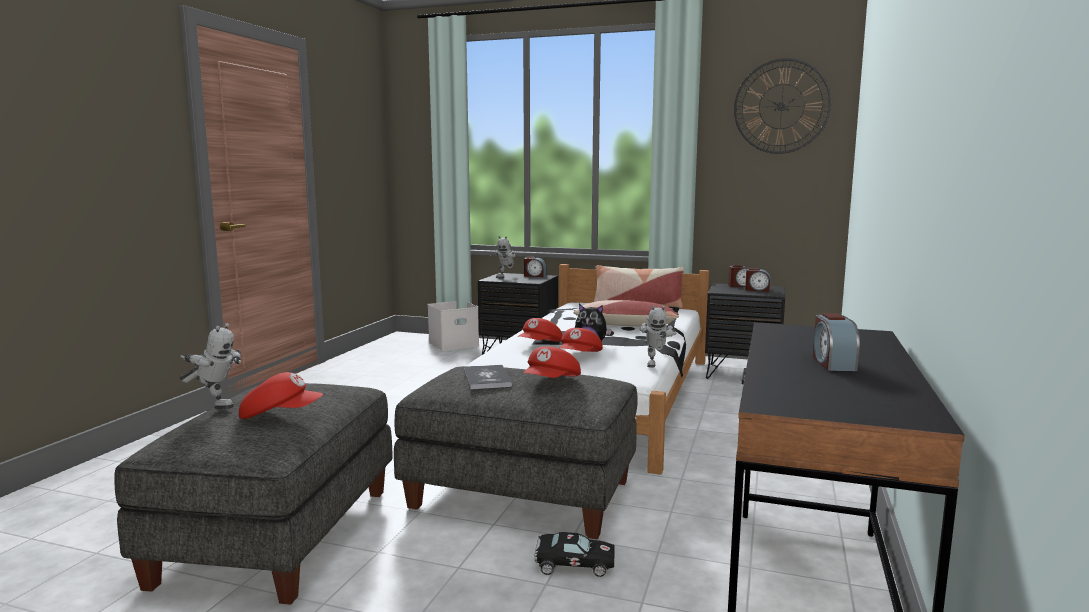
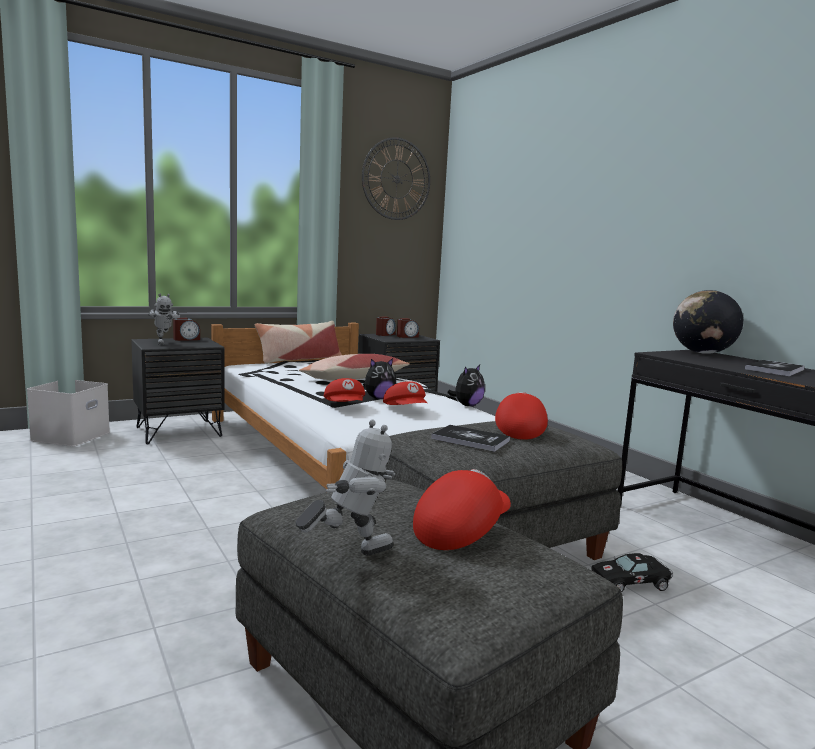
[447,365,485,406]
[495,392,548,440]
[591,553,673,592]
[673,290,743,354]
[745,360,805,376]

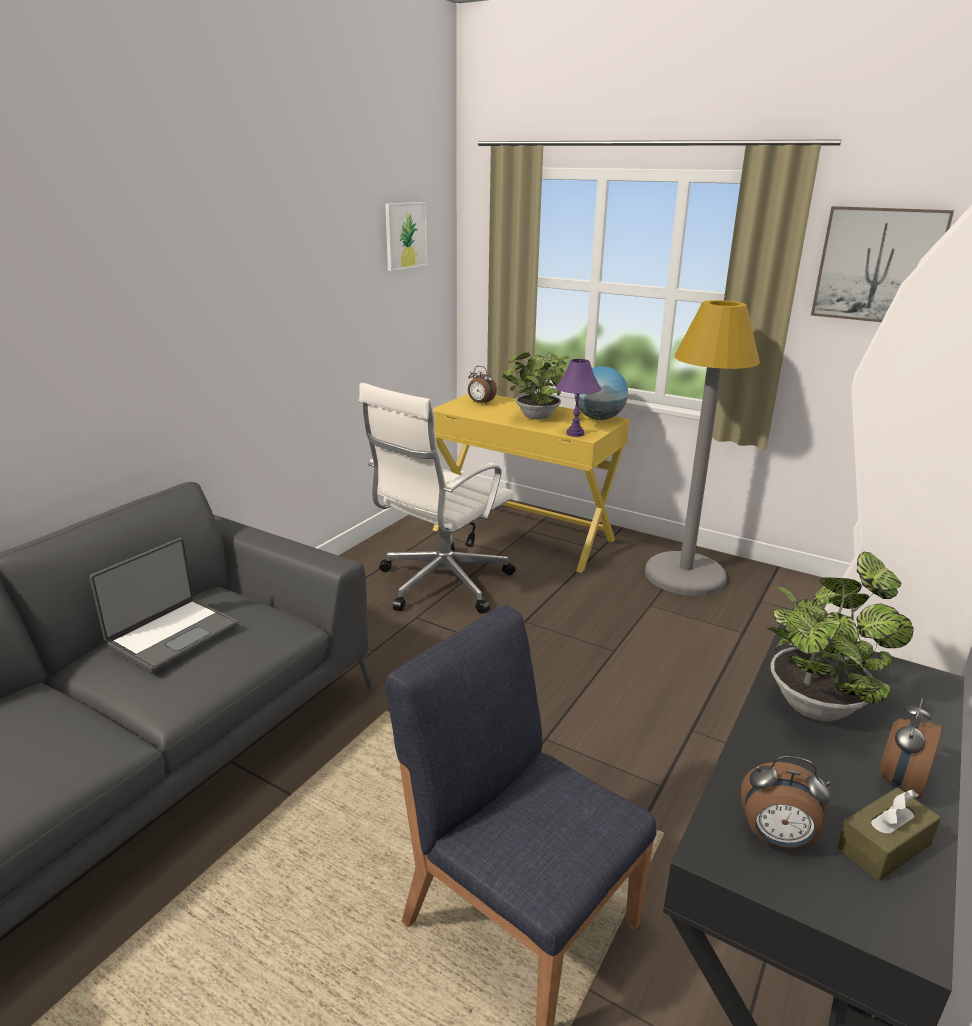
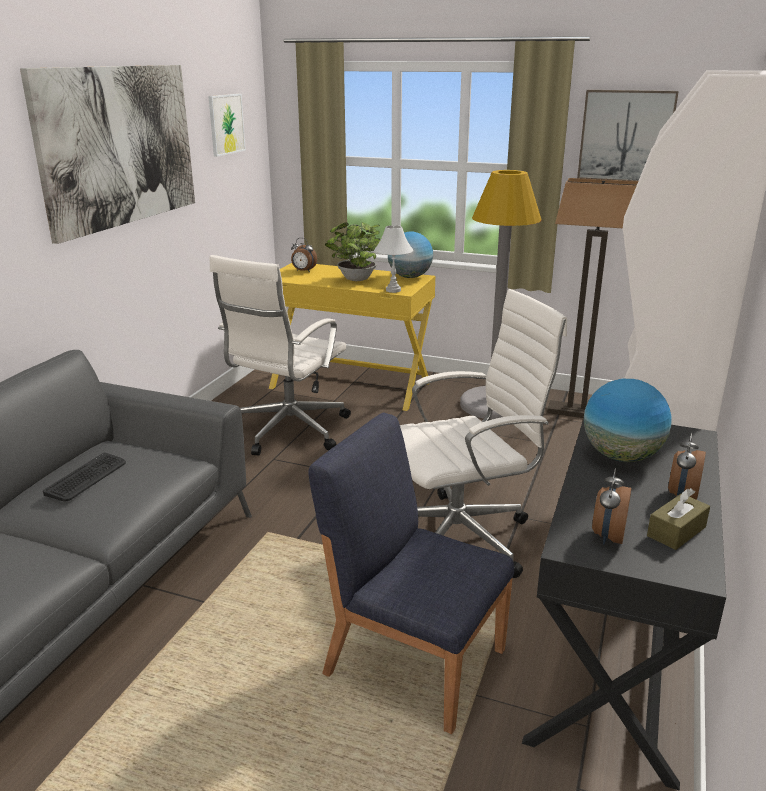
[20,65,195,244]
[43,453,126,502]
[374,225,413,293]
[400,289,567,578]
[547,178,638,418]
[584,379,671,462]
[592,468,631,544]

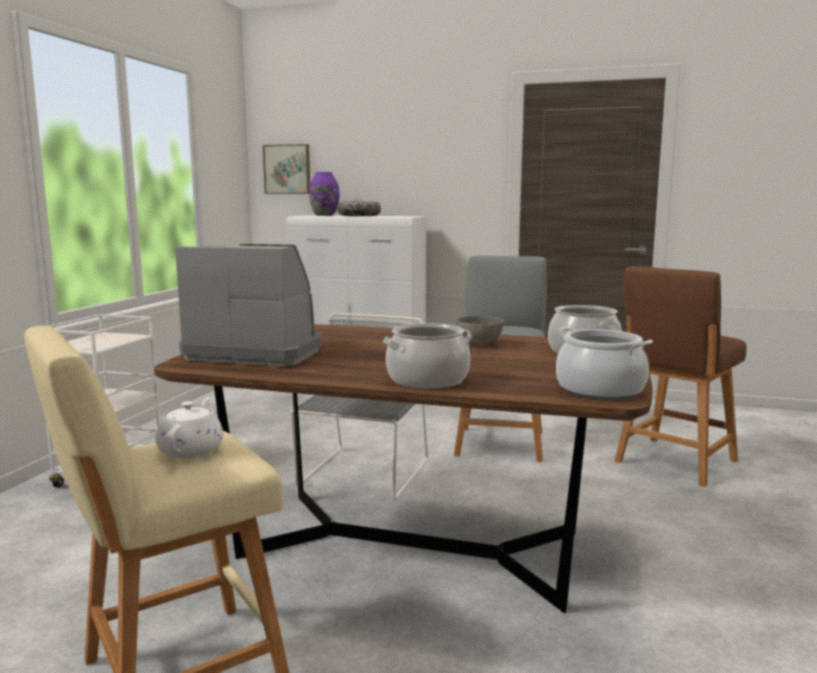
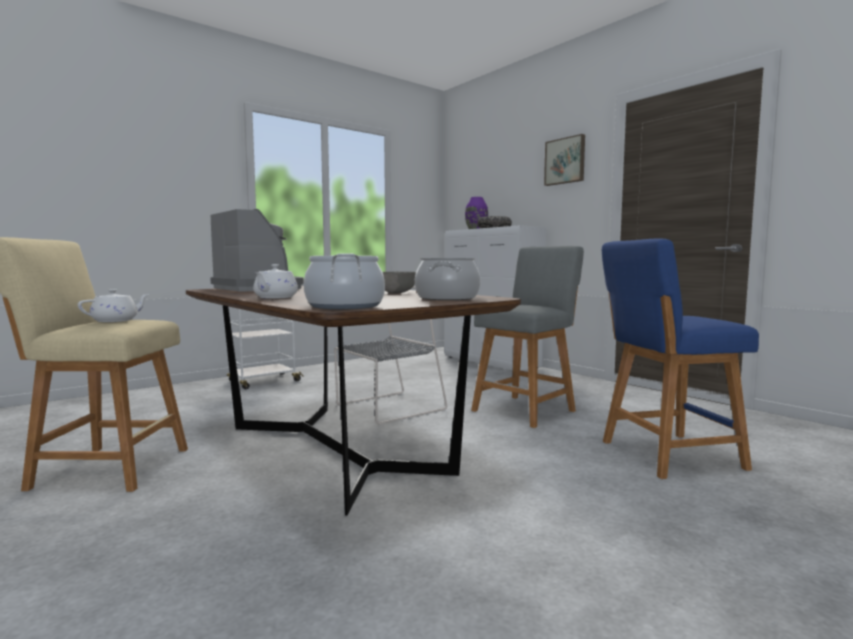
[253,264,298,299]
[544,134,585,186]
[602,238,759,479]

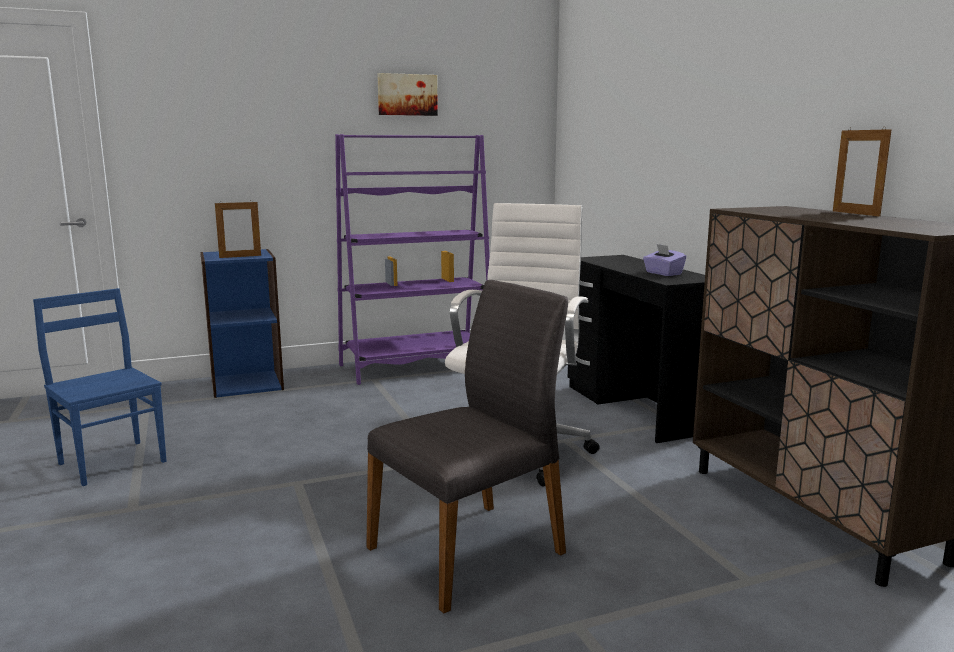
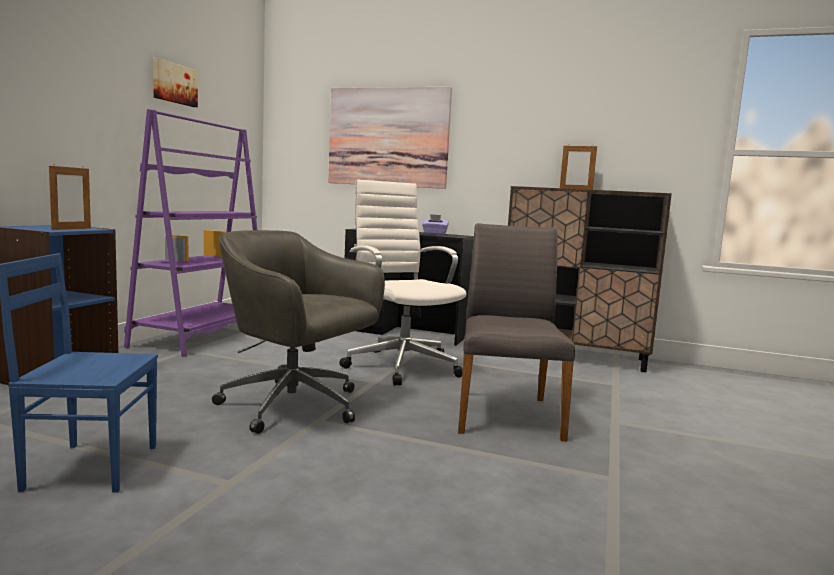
[212,230,385,434]
[328,87,452,189]

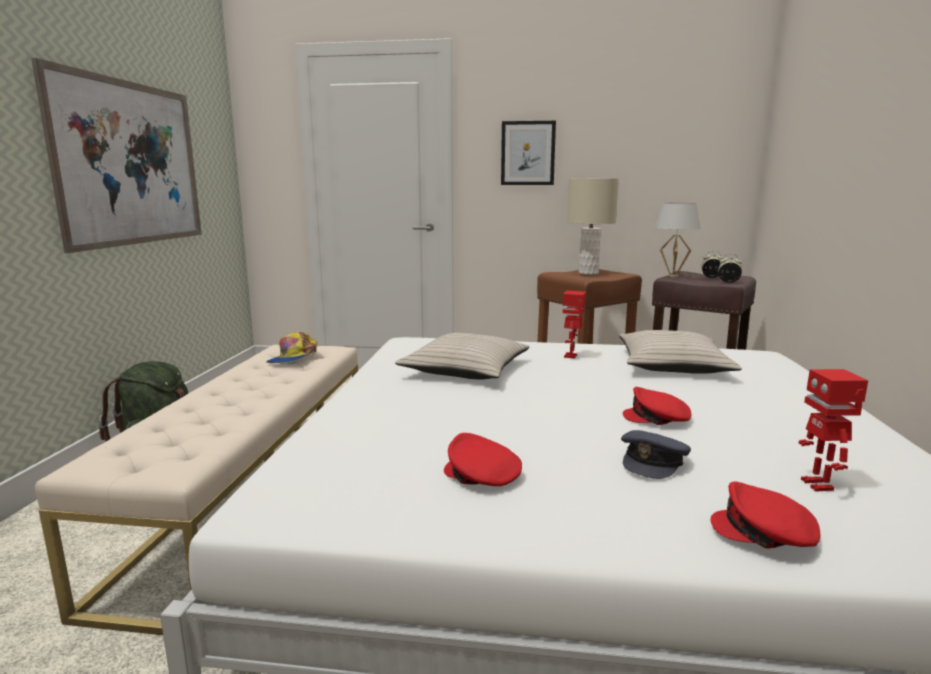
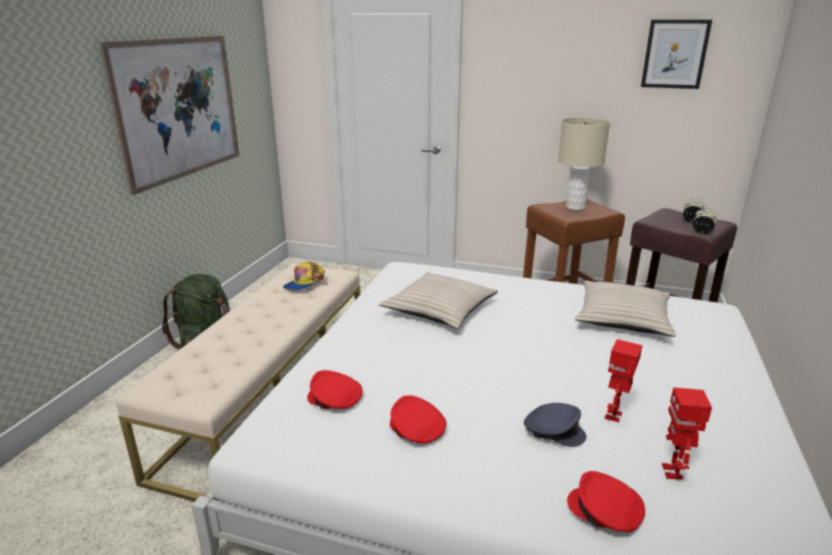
[307,370,363,409]
[524,403,586,447]
[605,339,642,422]
[641,20,712,89]
[655,203,701,277] (first image)

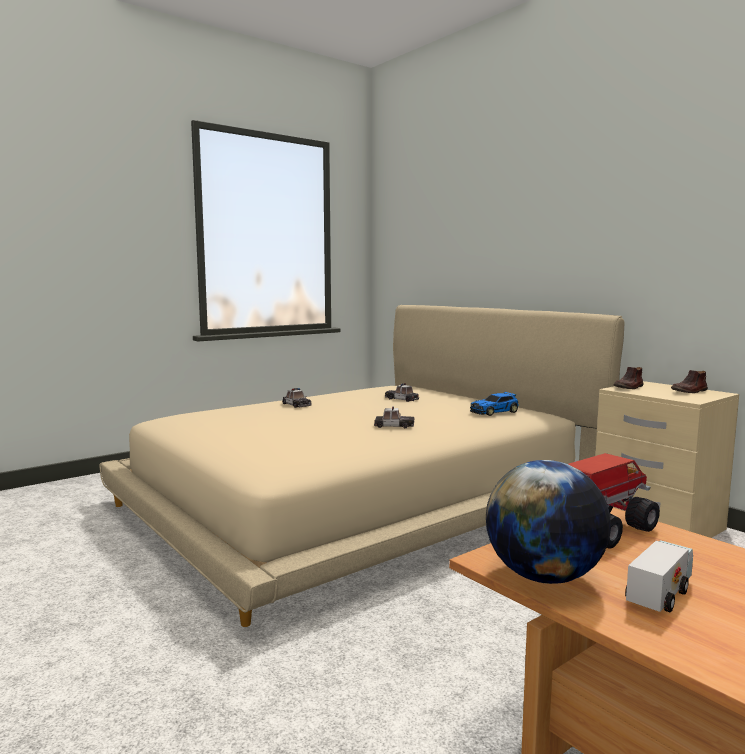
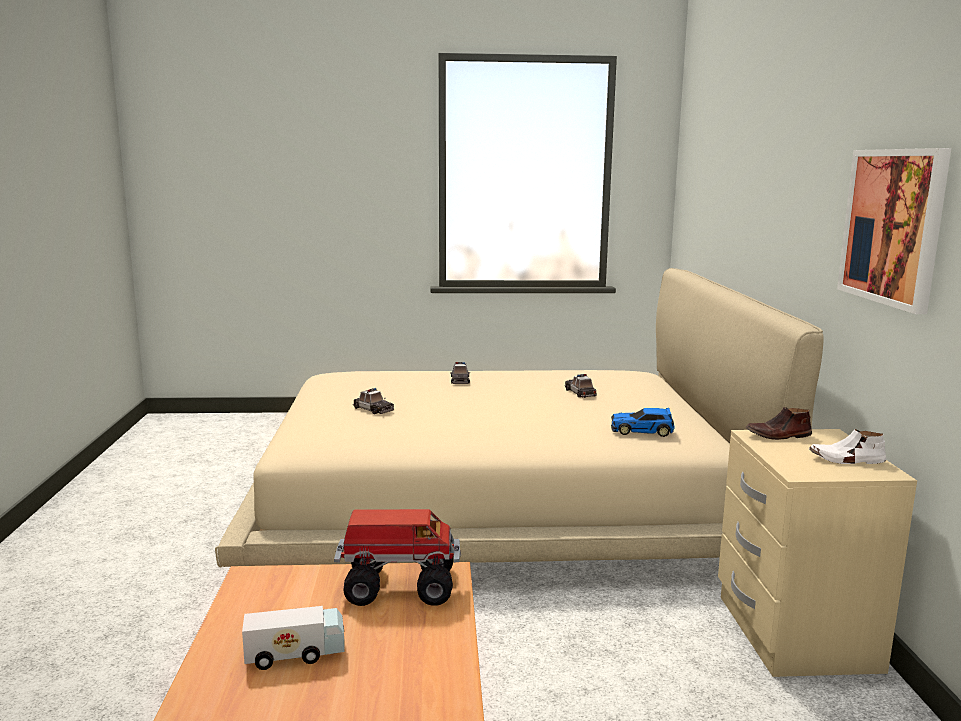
[353,388,394,414]
[809,429,886,464]
[837,148,951,314]
[486,460,611,584] (first image)

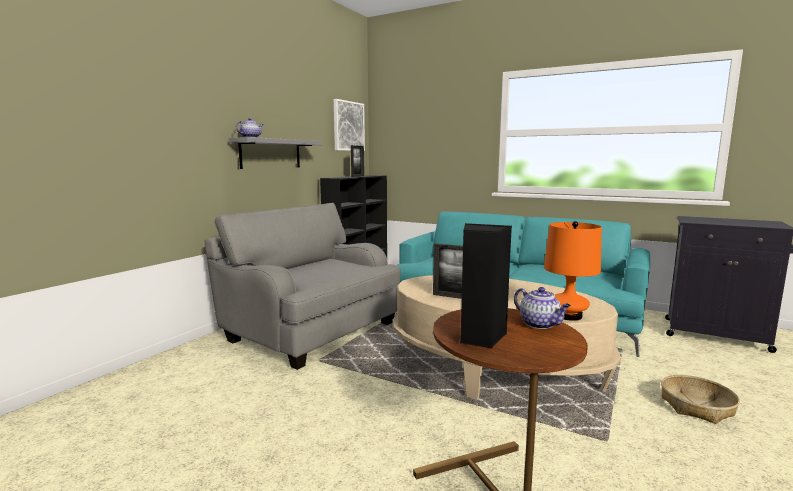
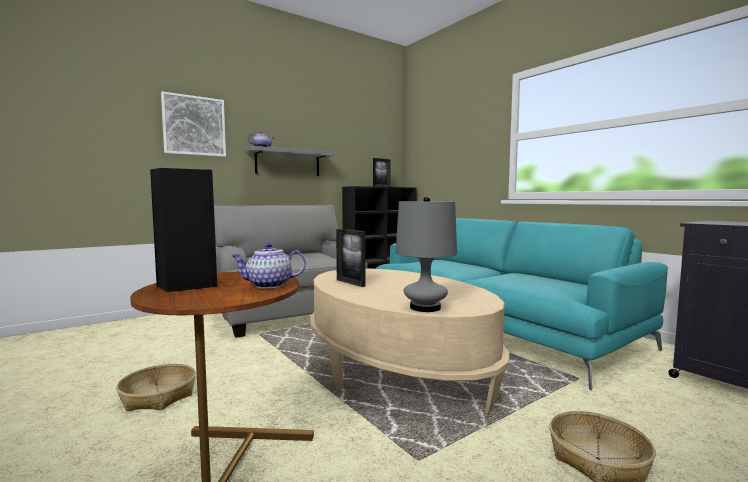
[116,364,196,411]
[161,91,226,157]
[231,243,306,288]
[395,197,457,312]

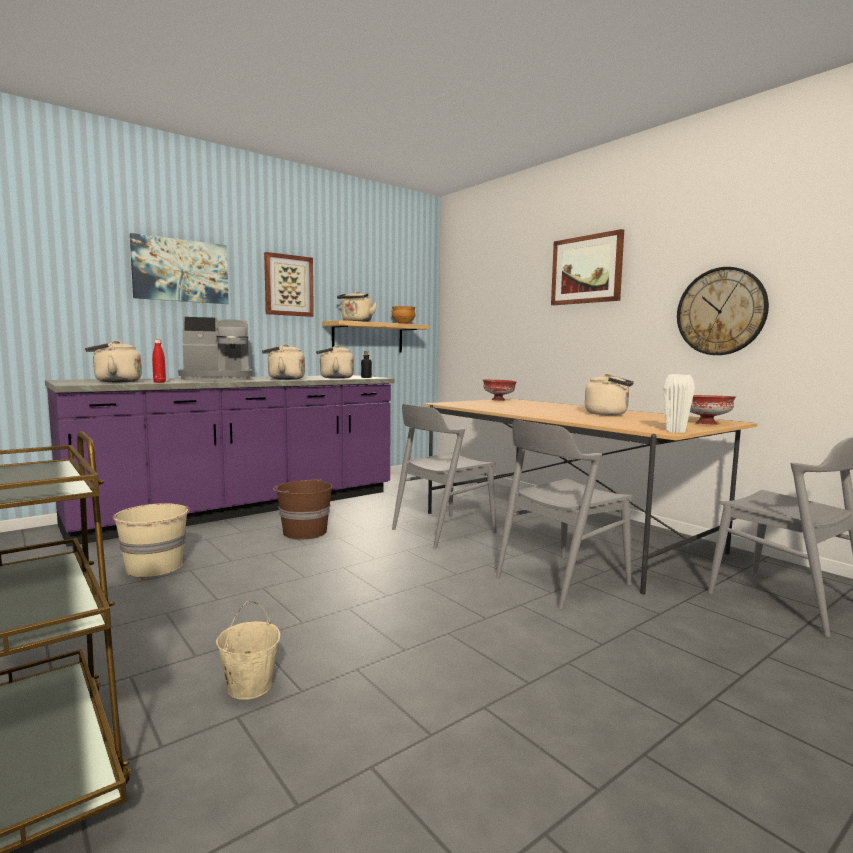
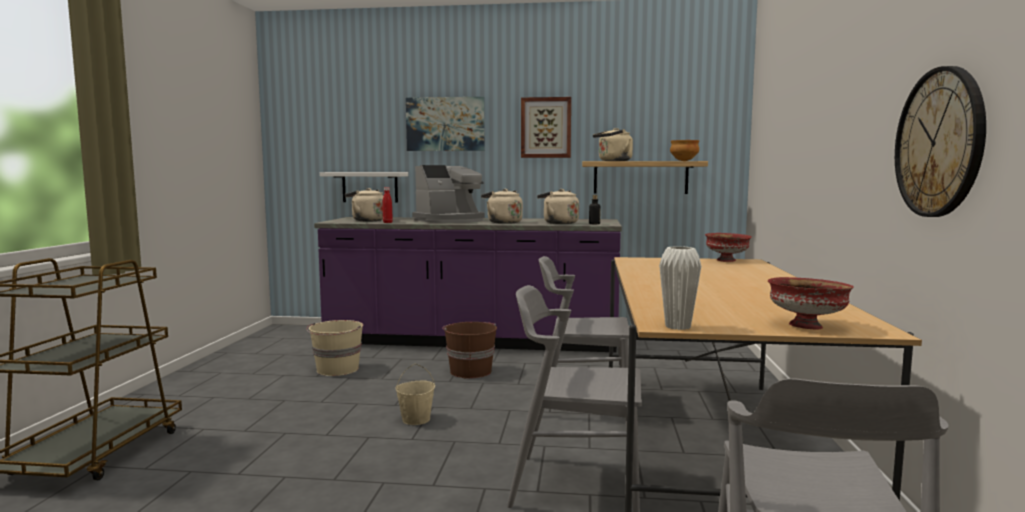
[320,172,408,203]
[396,364,435,425]
[412,165,484,223]
[551,229,624,305] (first image)
[585,373,634,415] (first image)

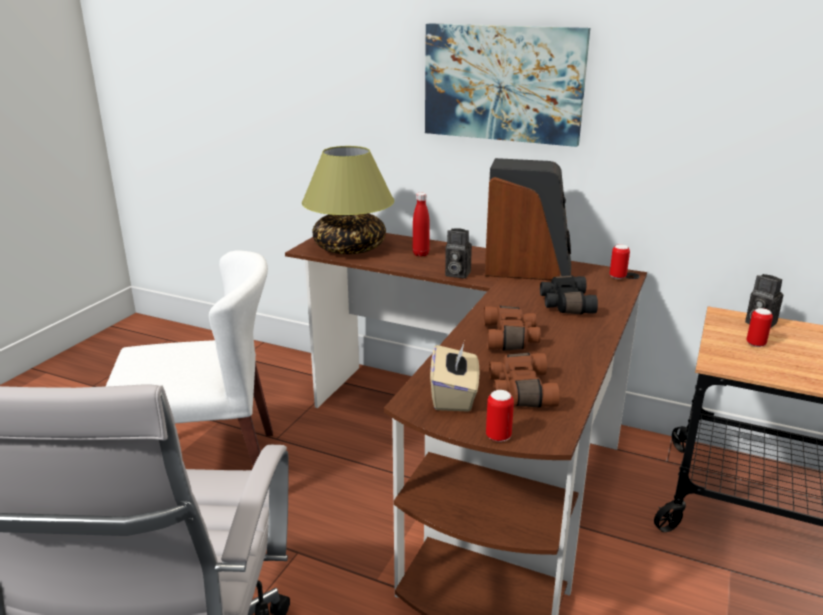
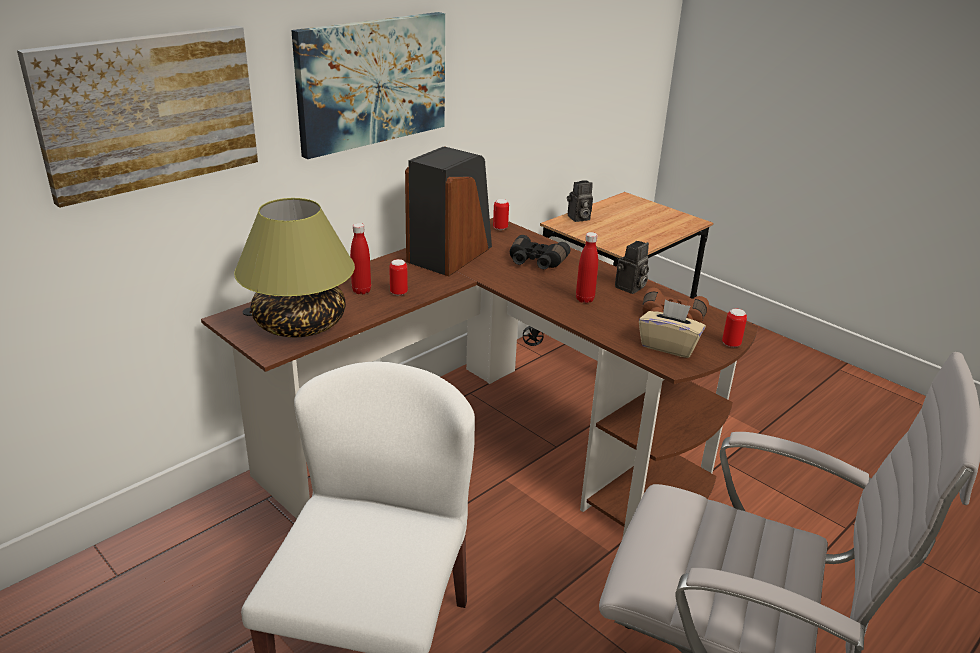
[17,25,258,208]
[389,259,408,296]
[576,232,598,303]
[615,241,649,294]

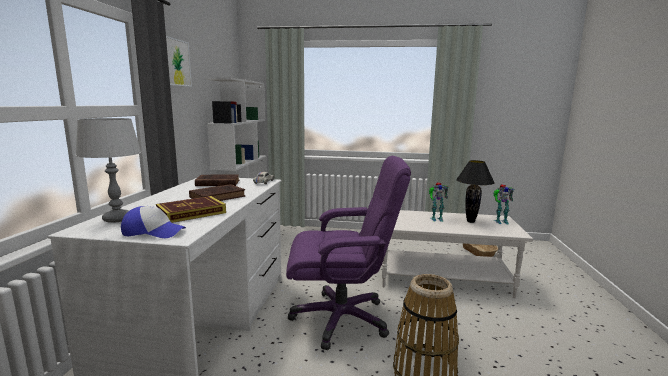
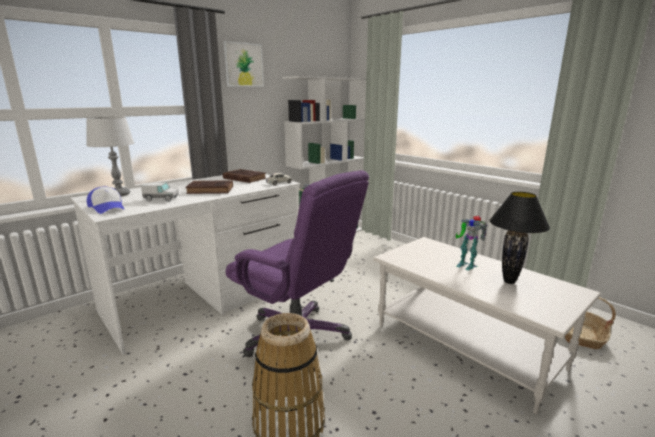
[141,182,179,201]
[493,184,515,224] (first image)

